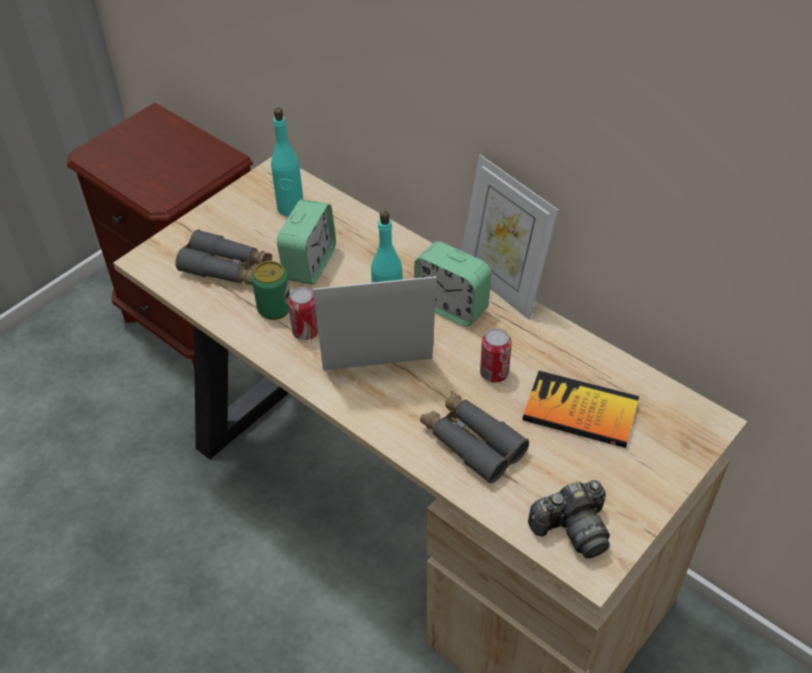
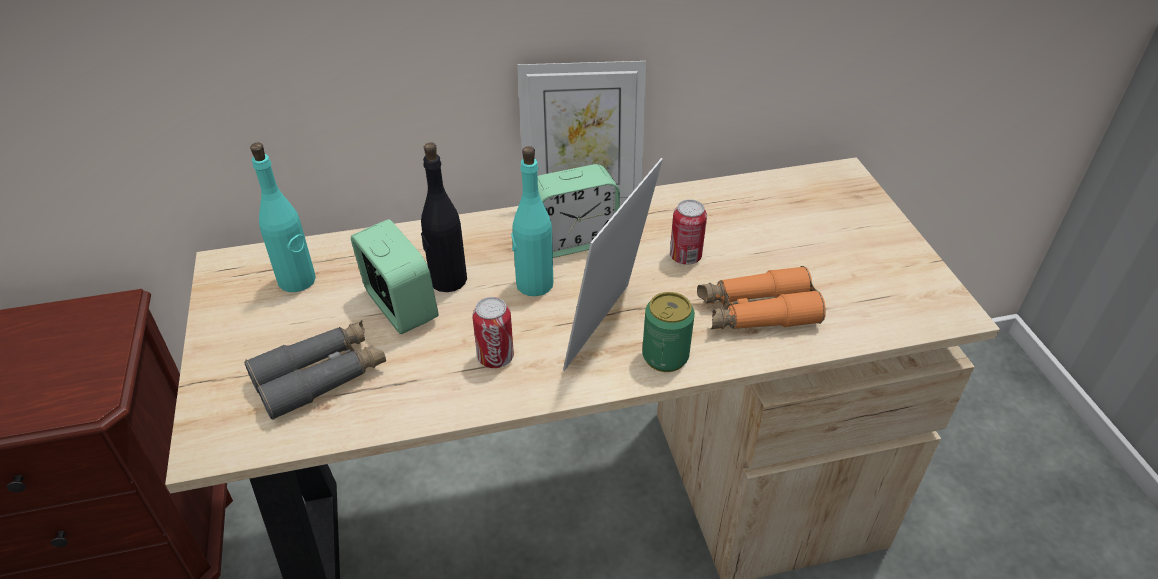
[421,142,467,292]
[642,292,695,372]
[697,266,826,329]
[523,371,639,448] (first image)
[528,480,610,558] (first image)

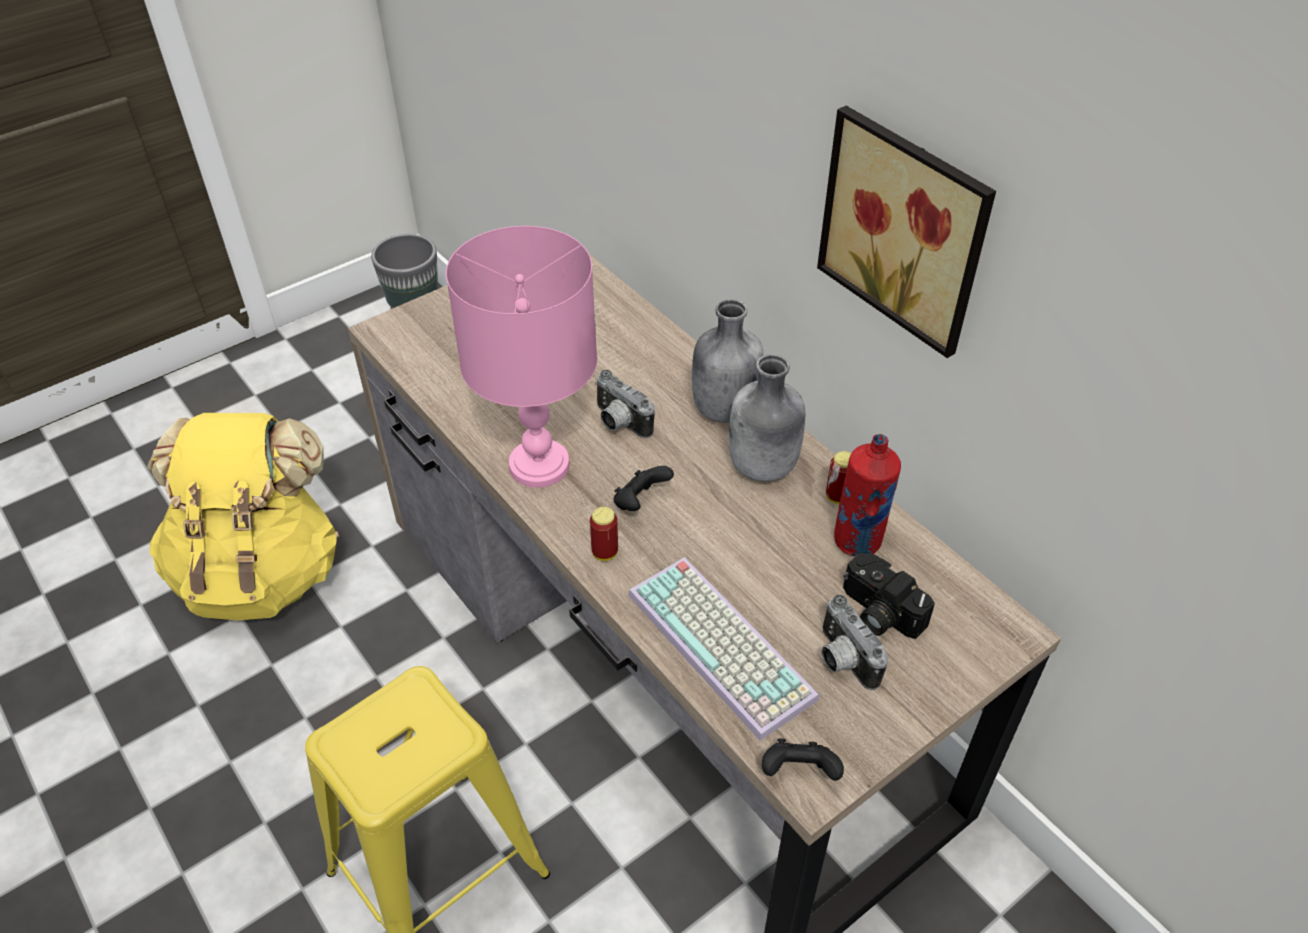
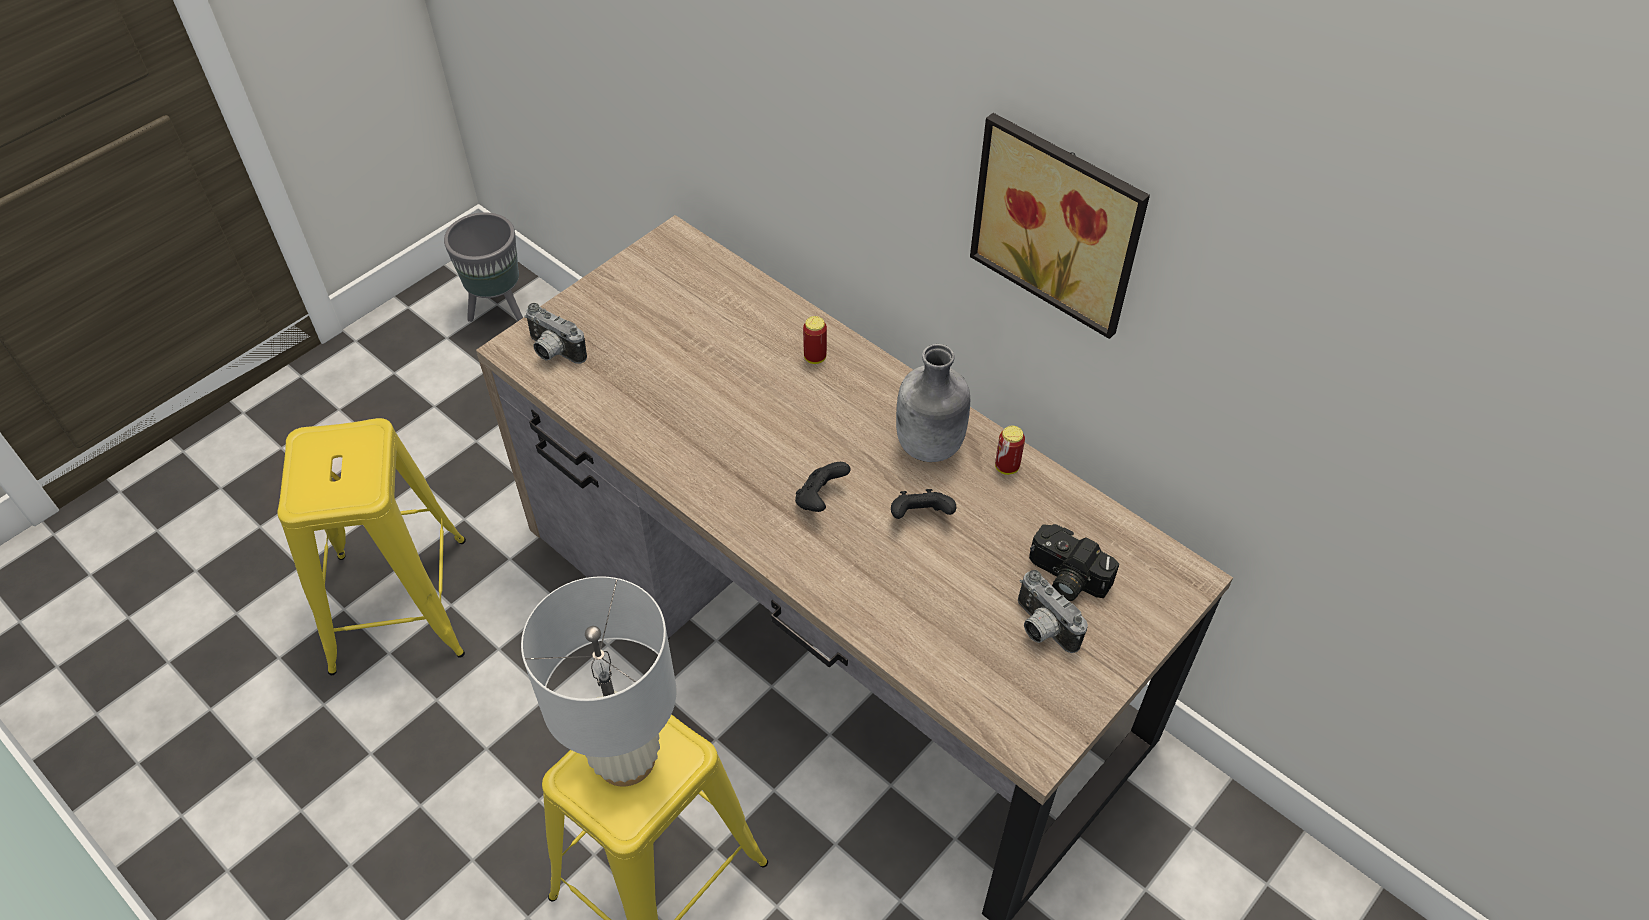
[277,418,466,675]
[521,576,676,787]
[524,303,587,364]
[803,316,827,364]
[891,489,956,519]
[446,226,597,488] (first image)
[628,557,819,741] (first image)
[692,299,764,423] (first image)
[834,434,901,557] (first image)

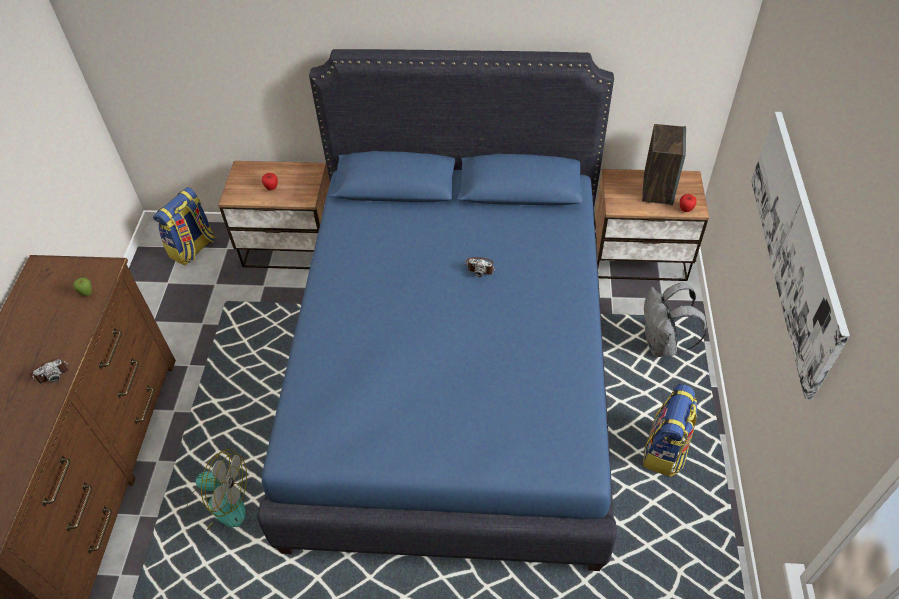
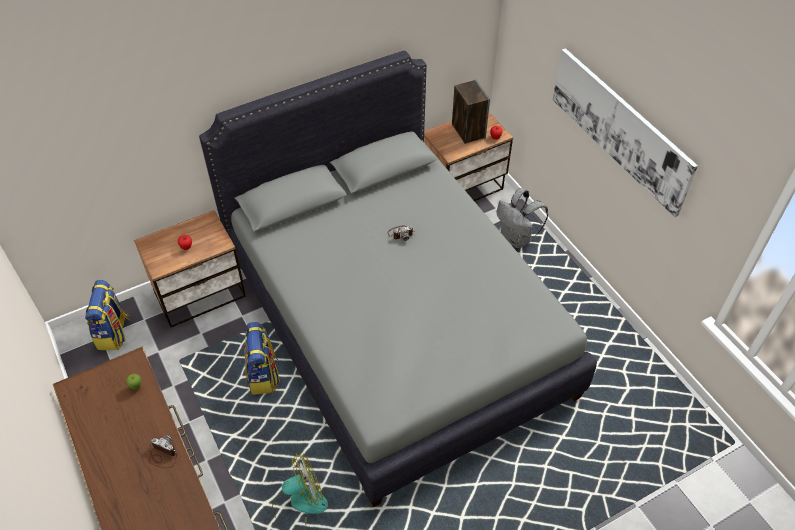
[148,435,178,468]
[199,51,597,507]
[244,322,280,395]

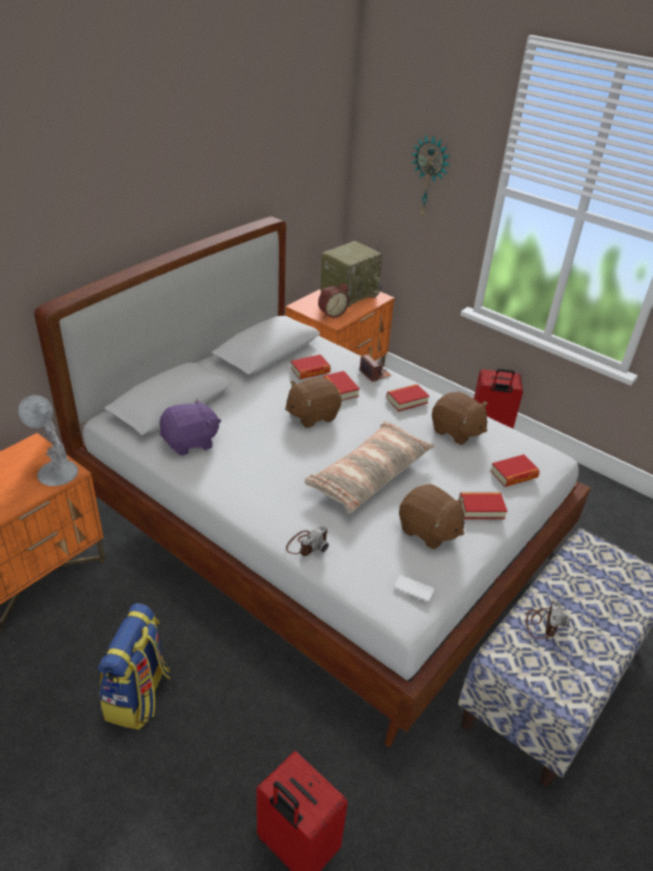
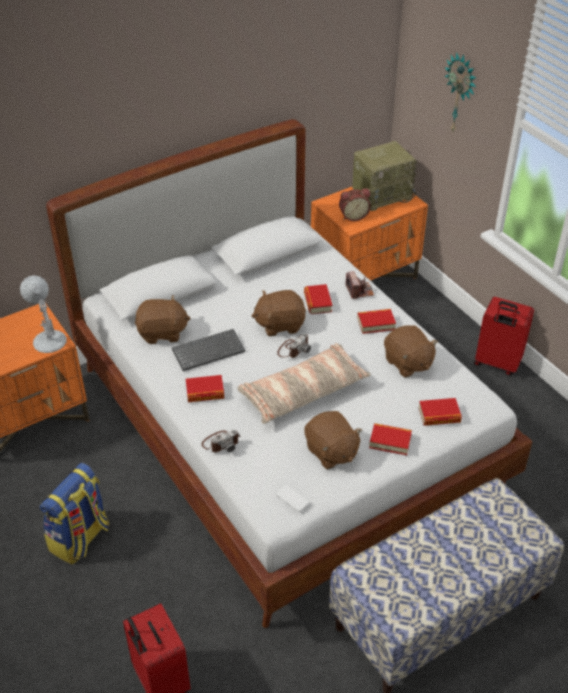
[135,295,191,344]
[172,329,245,371]
[186,375,224,402]
[277,333,311,358]

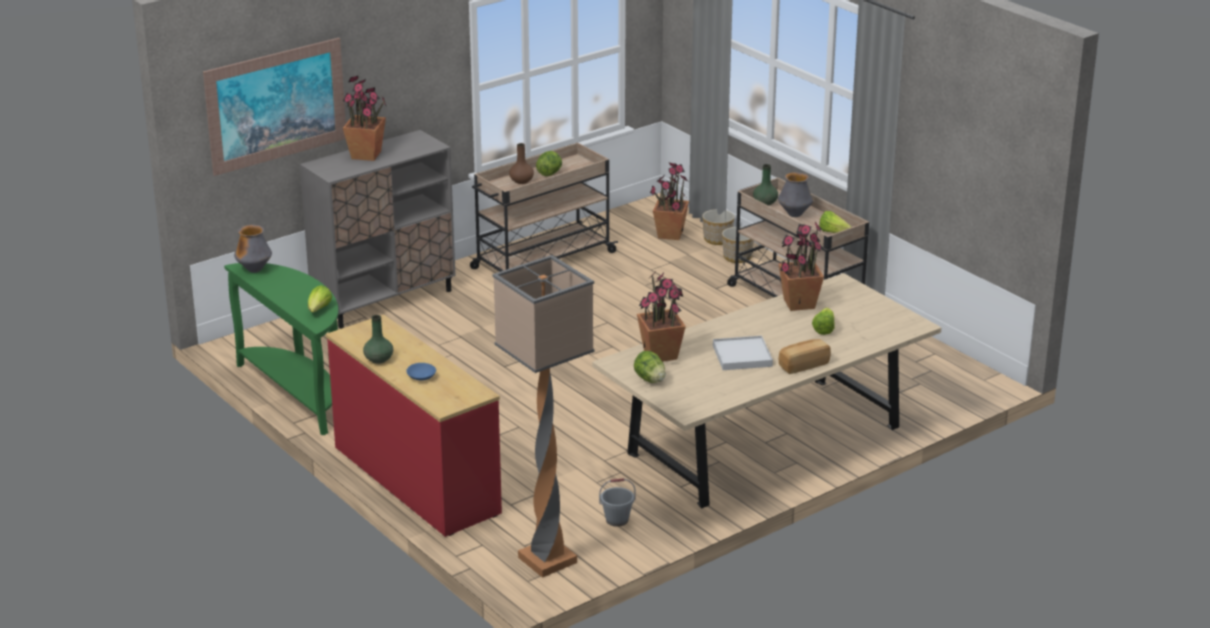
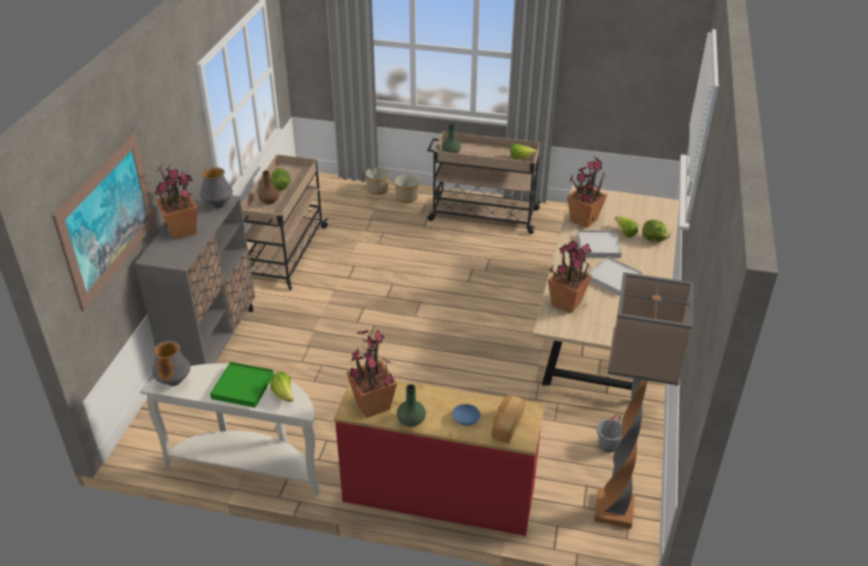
[140,363,320,496]
[200,167,233,208]
[210,362,274,408]
[346,330,397,418]
[492,395,525,444]
[578,230,622,258]
[642,220,671,242]

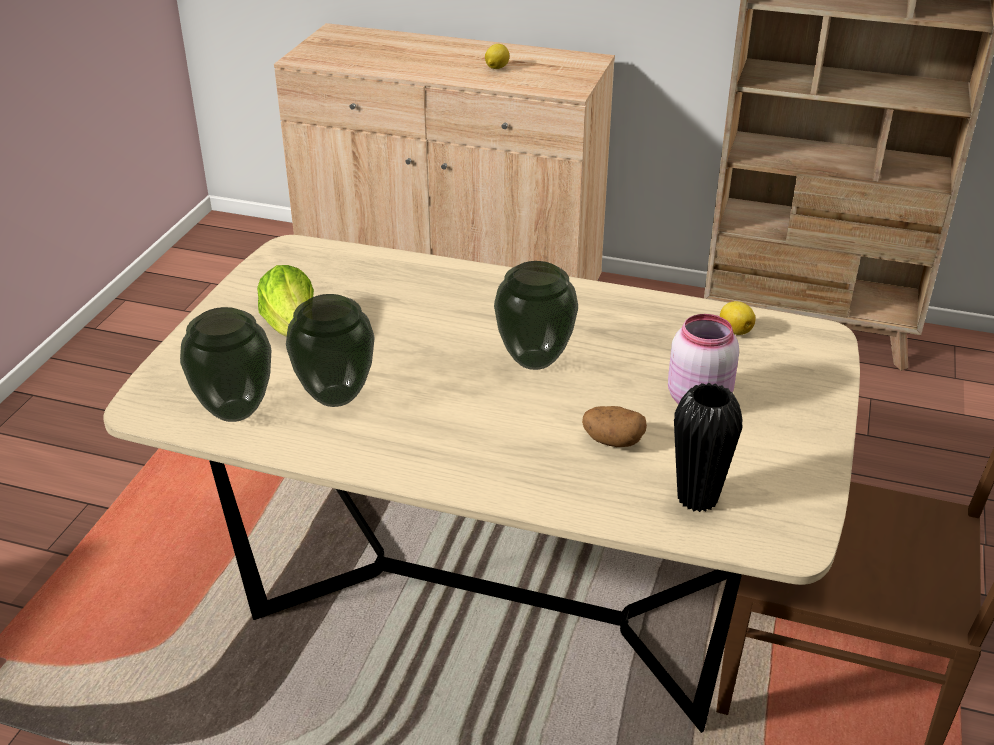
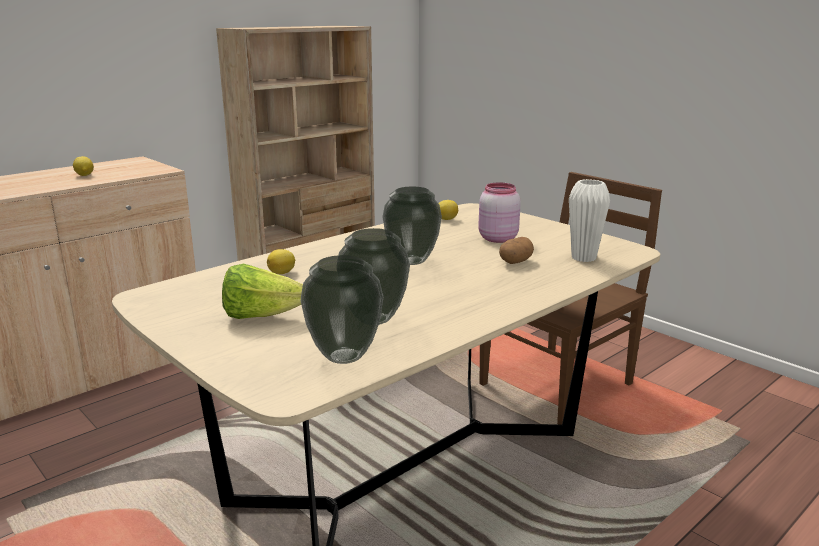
[267,249,295,274]
[569,179,610,262]

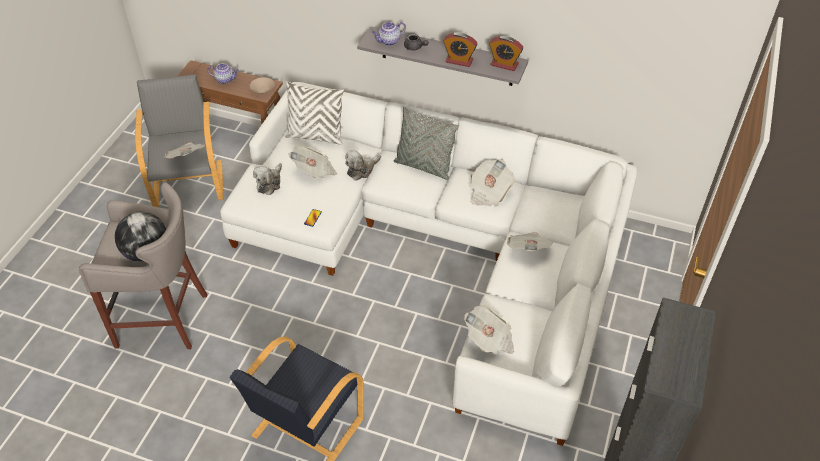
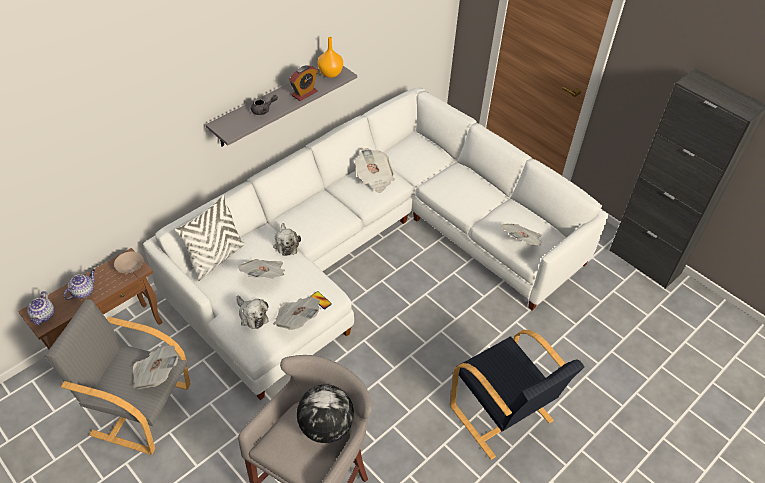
[27,291,54,325]
[273,297,320,330]
[318,37,343,78]
[394,106,459,180] (first image)

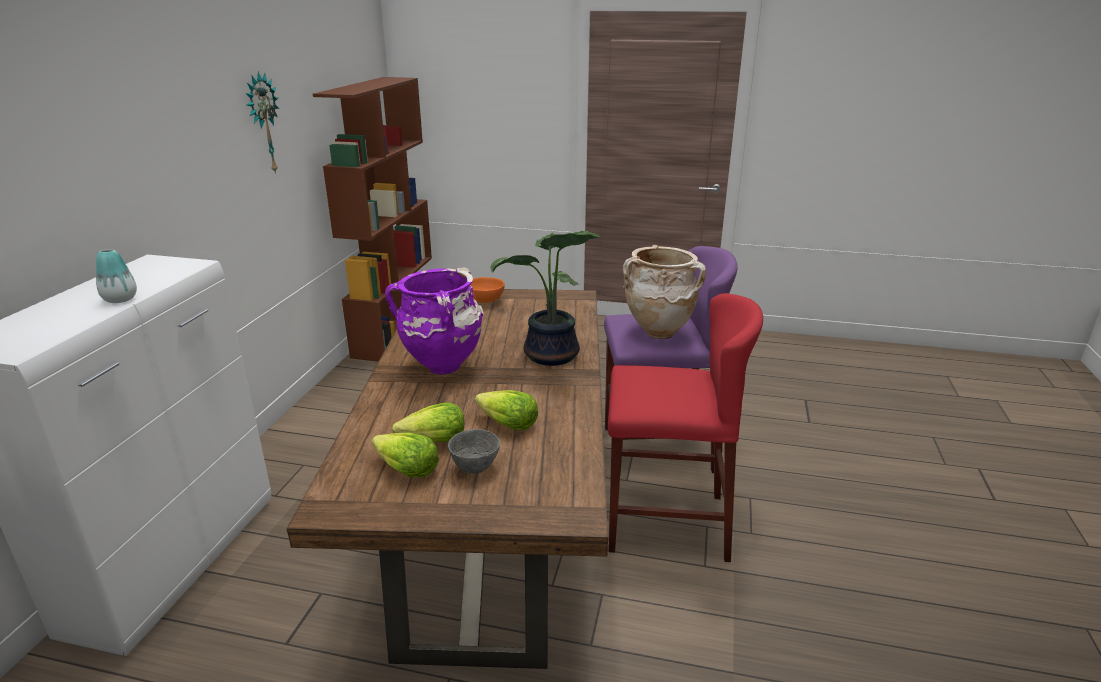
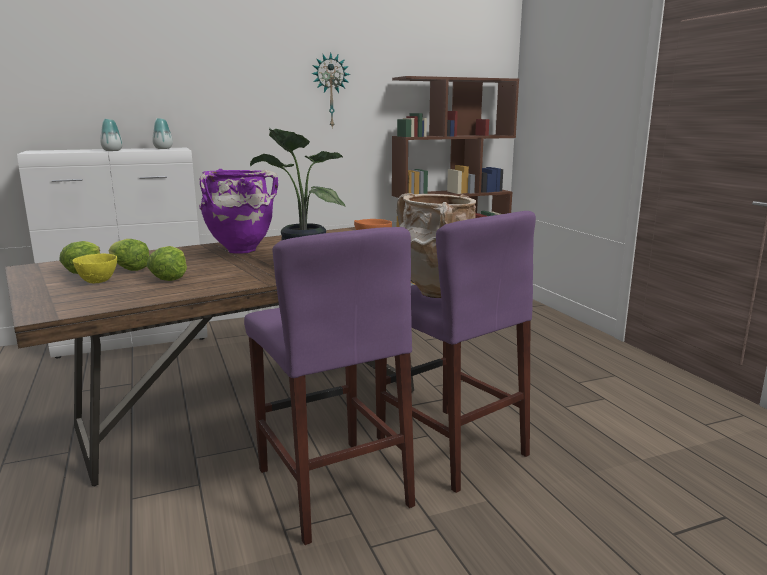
[72,254,117,284]
[152,118,173,149]
[244,227,415,545]

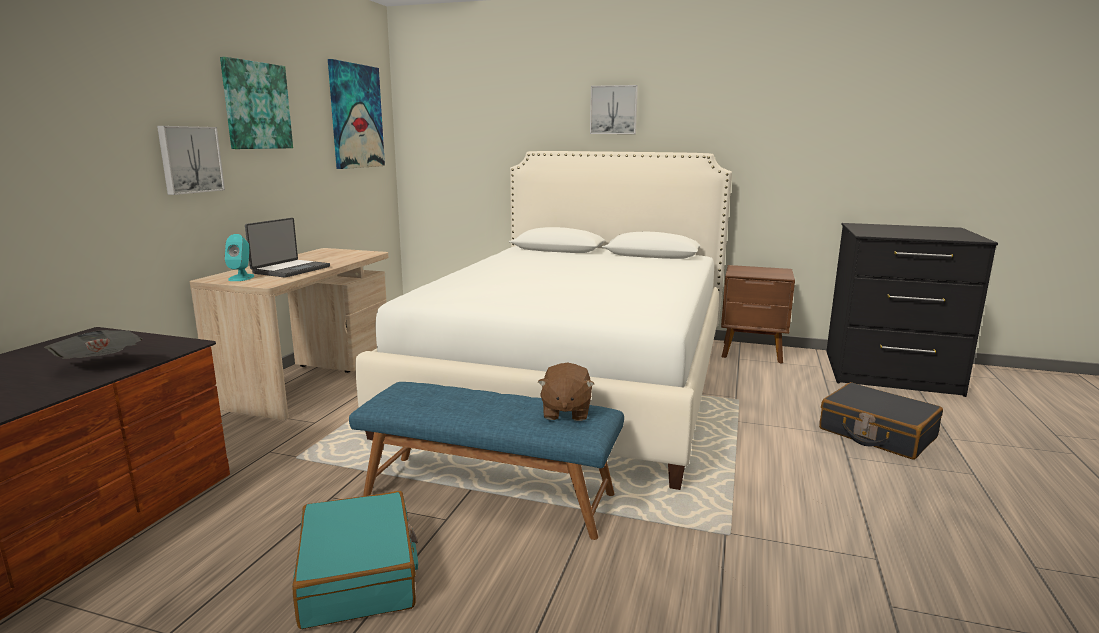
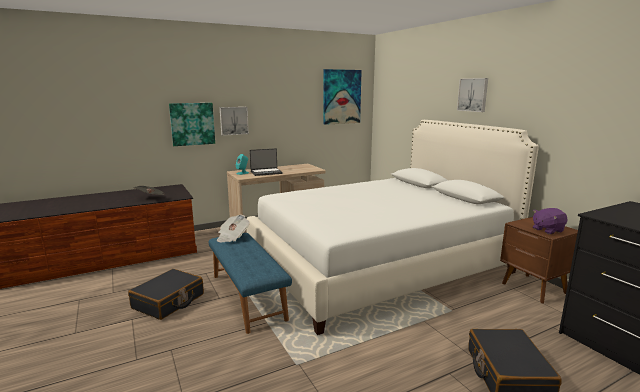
[128,269,204,320]
[169,103,215,146]
[217,215,250,242]
[533,208,568,234]
[538,363,594,421] (first image)

